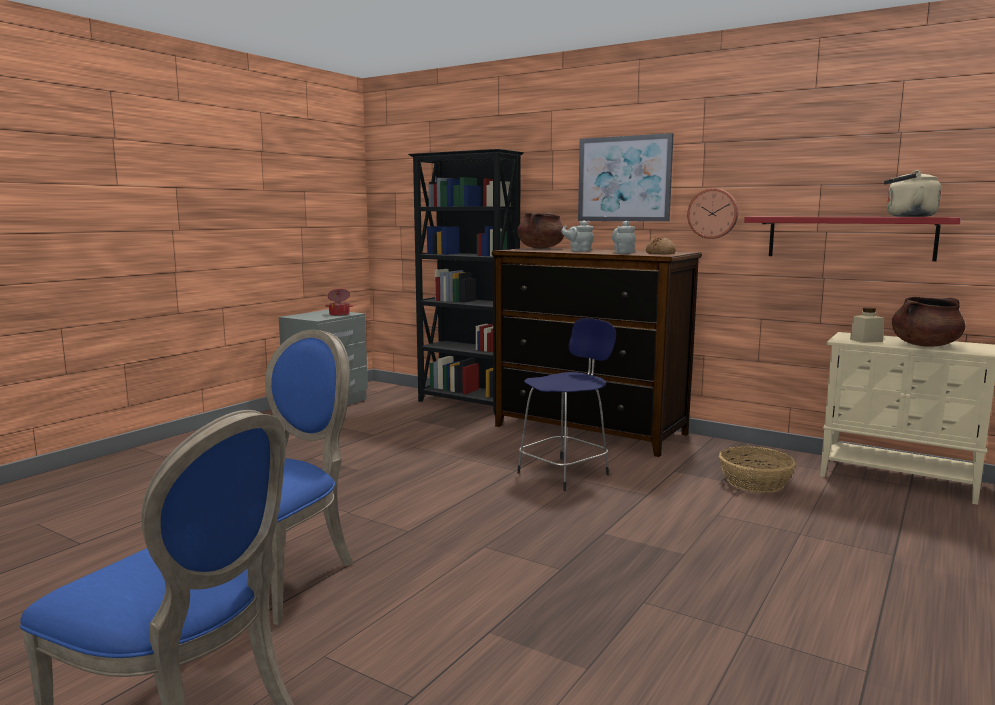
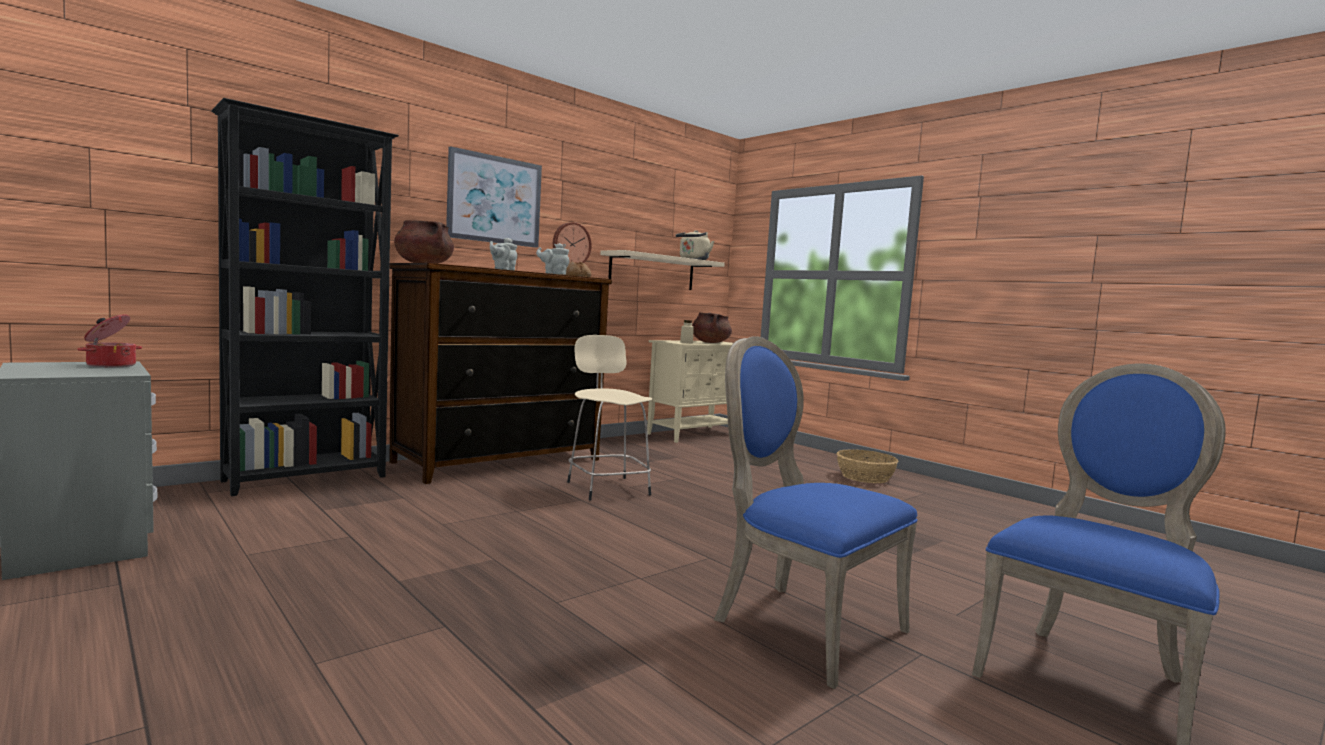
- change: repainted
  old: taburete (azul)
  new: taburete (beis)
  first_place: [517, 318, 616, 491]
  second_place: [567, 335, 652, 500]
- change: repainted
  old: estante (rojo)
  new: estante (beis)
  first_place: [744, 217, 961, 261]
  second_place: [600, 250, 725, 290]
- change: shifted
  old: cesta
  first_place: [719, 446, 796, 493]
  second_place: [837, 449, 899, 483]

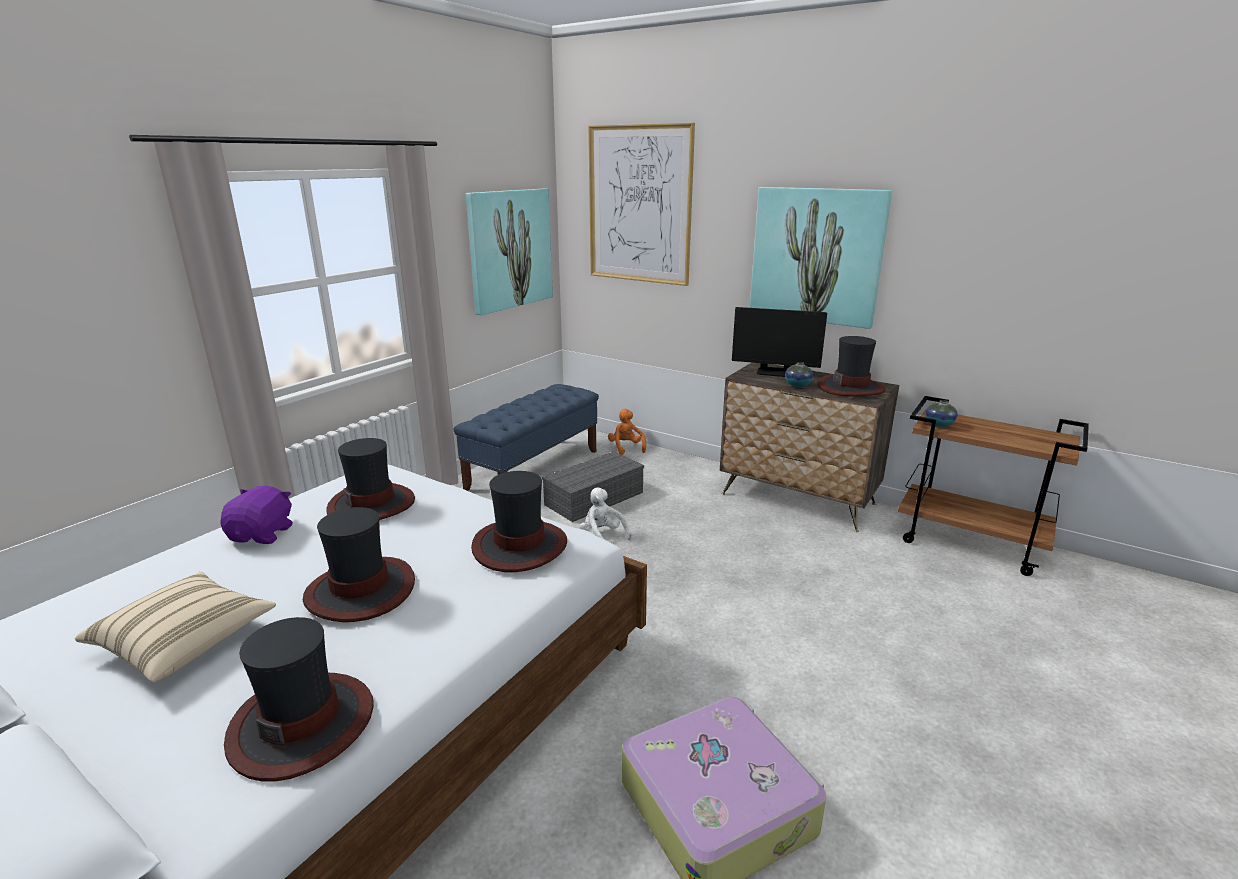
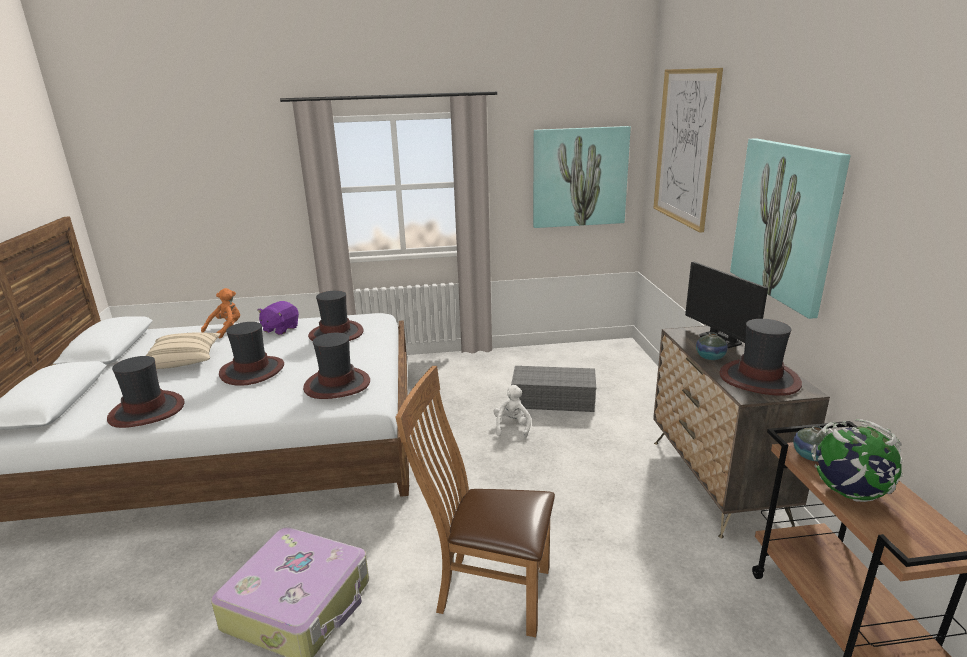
- change: shifted
  old: peluche (naranja)
  first_place: [608, 409, 646, 455]
  second_place: [201, 288, 240, 338]
- change: rotated
  old: peluche (morado)
  first_place: [220, 486, 293, 544]
  second_place: [257, 301, 299, 335]
  degrees: 150
- change: new
  new: silla (marrón)
  second_place: [395, 366, 555, 637]
- change: new
  new: globo terráqueo
  second_place: [811, 419, 903, 502]
- change: gone
  old: banco (azul)
  first_place: [453, 384, 599, 491]

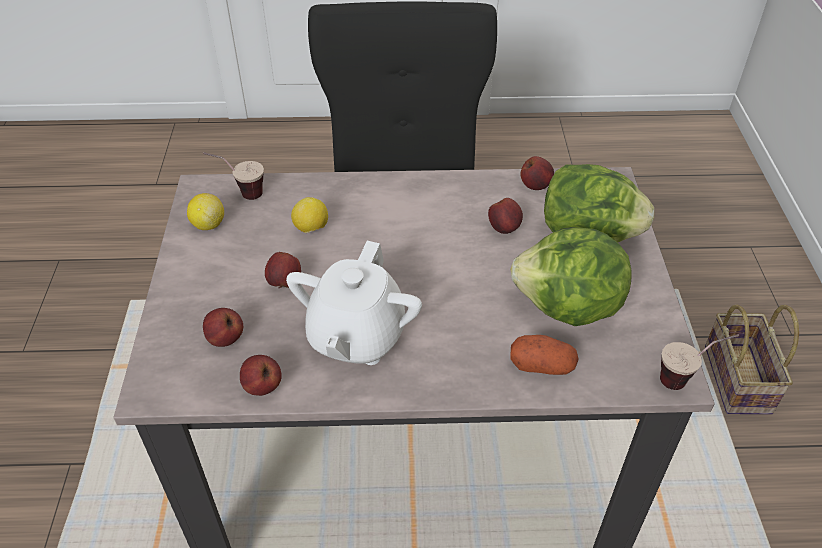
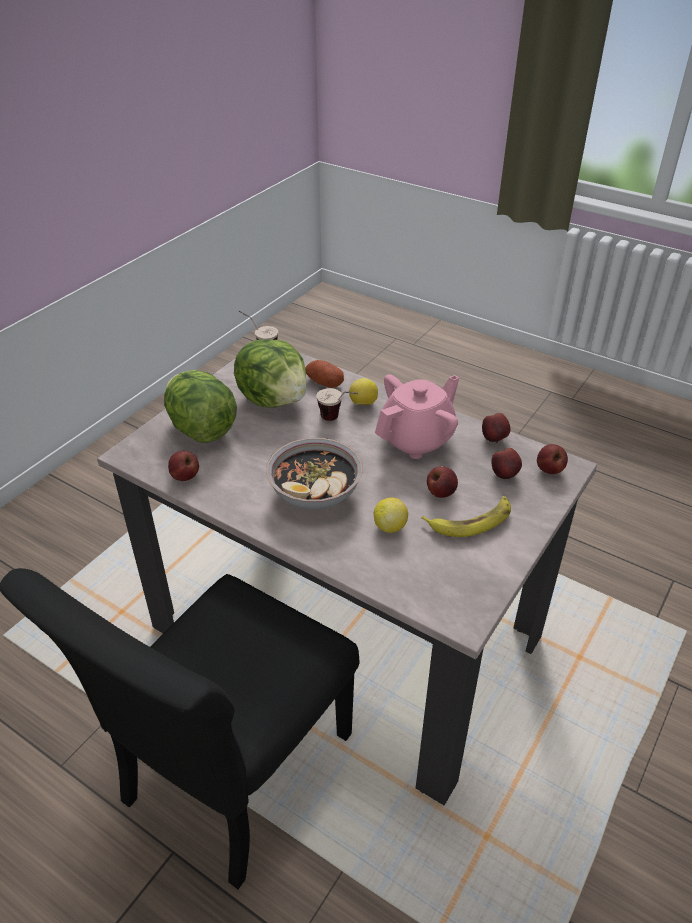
- change: new
  new: cuenco
  second_place: [266, 438, 363, 510]
- change: shifted
  old: taza
  first_place: [203, 152, 264, 200]
  second_place: [316, 388, 358, 421]
- change: shifted
  old: limón
  first_place: [187, 193, 224, 230]
  second_place: [349, 378, 378, 405]
- change: repainted
  old: tetera (blanco)
  new: tetera (rosa)
  first_place: [286, 241, 422, 365]
  second_place: [375, 374, 459, 459]
- change: new
  new: plátano
  second_place: [421, 496, 511, 537]
- change: shifted
  old: manzana
  first_place: [488, 198, 523, 234]
  second_place: [537, 444, 568, 474]
- change: gone
  old: cesta
  first_place: [705, 304, 799, 414]

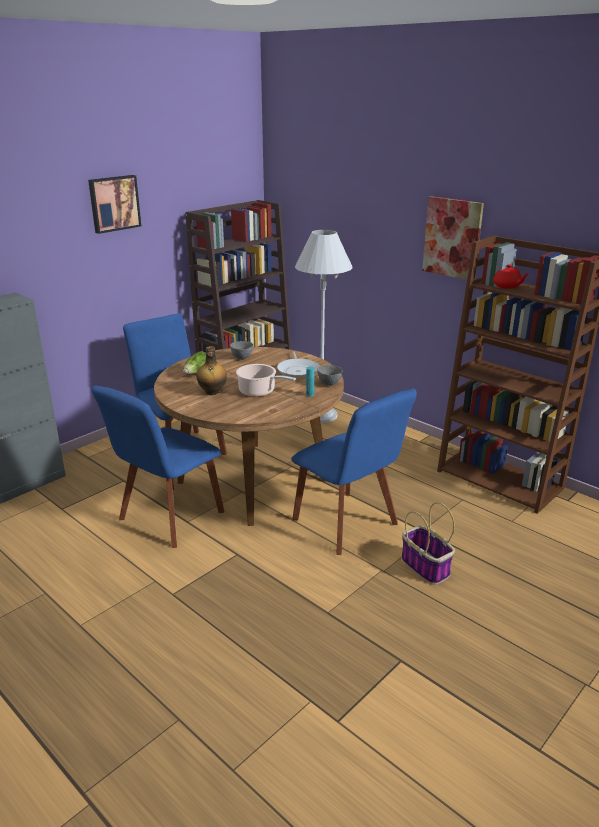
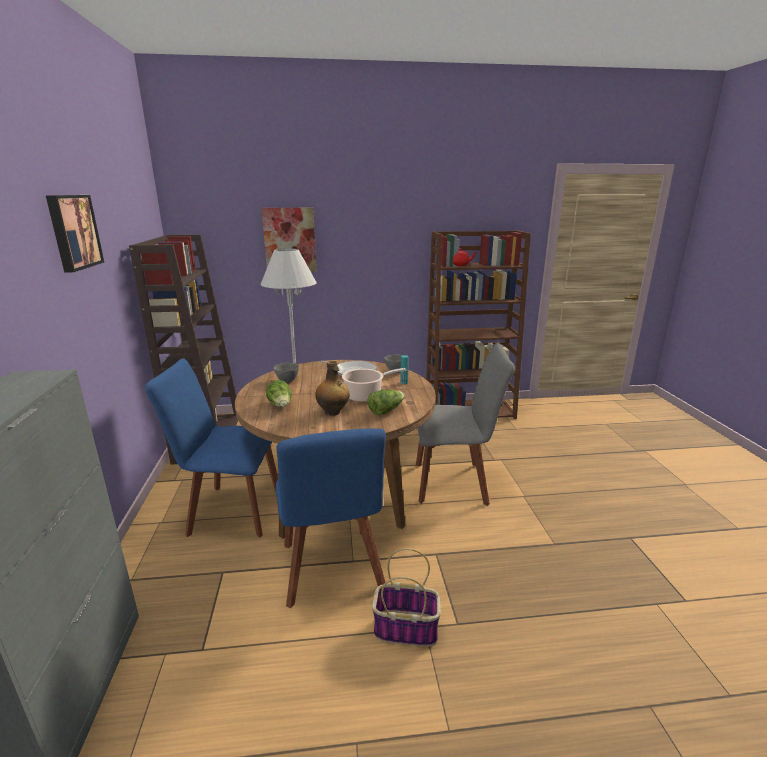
- change: shifted
  old: cuadro
  first_place: [422, 196, 484, 280]
  second_place: [261, 208, 316, 272]
- change: new
  new: lechuga
  second_place: [368, 390, 405, 415]
- change: shifted
  old: cesta
  first_place: [401, 502, 455, 585]
  second_place: [372, 548, 441, 647]
- change: repainted
  old: silla (azul)
  new: silla (gris)
  first_place: [291, 388, 417, 555]
  second_place: [416, 343, 515, 506]

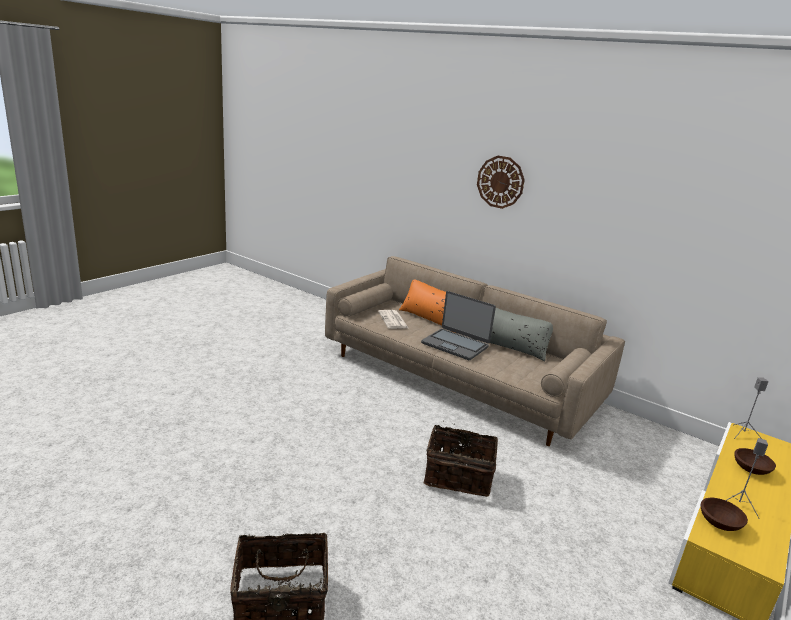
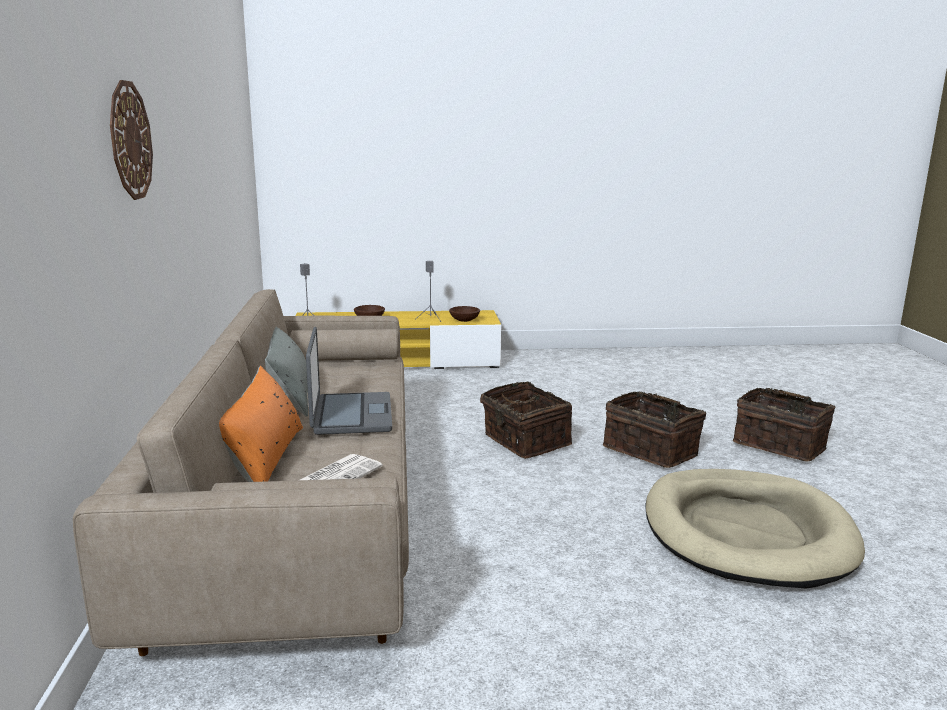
- change: new
  new: cesta
  second_place: [602, 392, 706, 468]
- change: new
  new: cama para perro (beis)
  second_place: [646, 469, 865, 588]

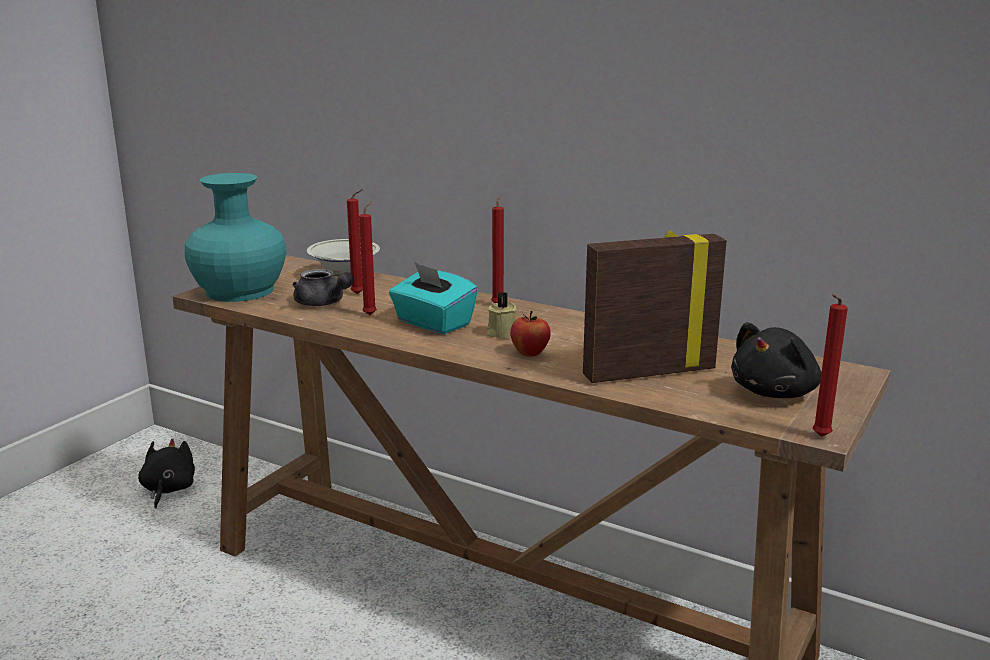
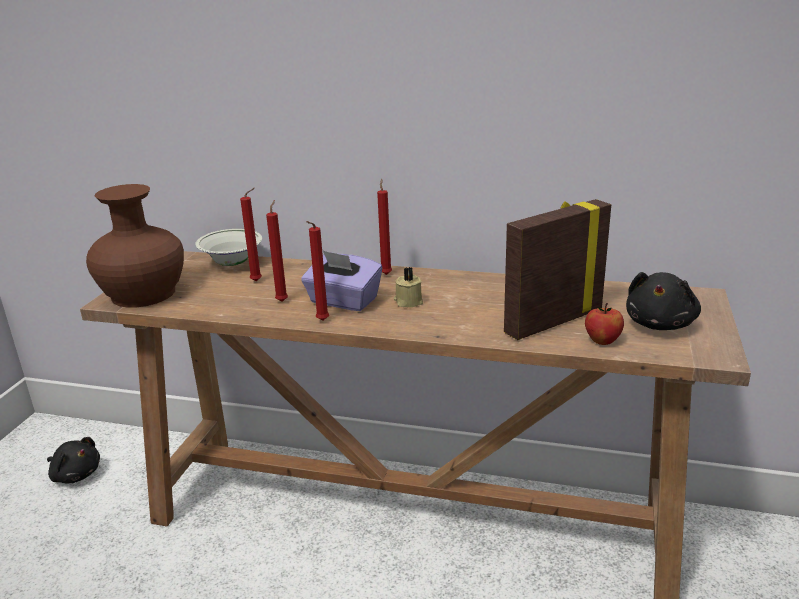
- change: rotated
  old: peluche (negro)
  first_place: [138, 438, 195, 509]
  second_place: [47, 437, 100, 483]
  degrees: 135
- change: repainted
  old: florero (turquesa)
  new: florero (marrón)
  first_place: [185, 173, 286, 302]
  second_place: [86, 184, 184, 307]
- change: repainted
  old: caja de pañuelos (turquesa)
  new: caja de pañuelos (morado)
  first_place: [389, 262, 478, 334]
  second_place: [301, 251, 382, 311]
- change: shifted
  old: vela (rojo)
  first_place: [812, 294, 848, 437]
  second_place: [306, 221, 329, 321]
- change: shifted
  old: manzana
  first_place: [510, 311, 551, 357]
  second_place: [585, 303, 624, 345]
- change: gone
  old: tetera (gris)
  first_place: [292, 269, 354, 306]

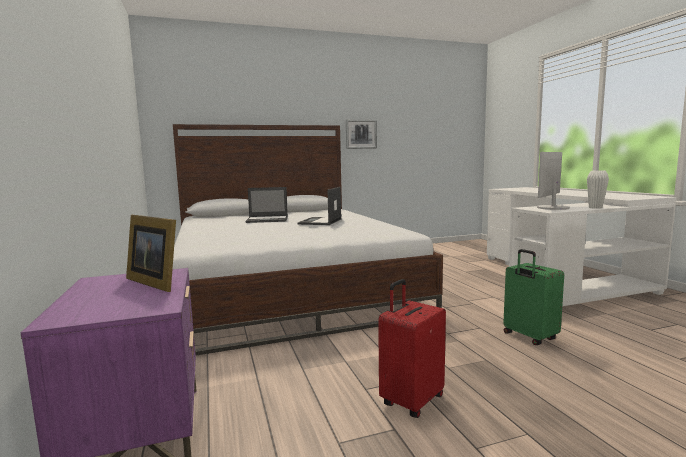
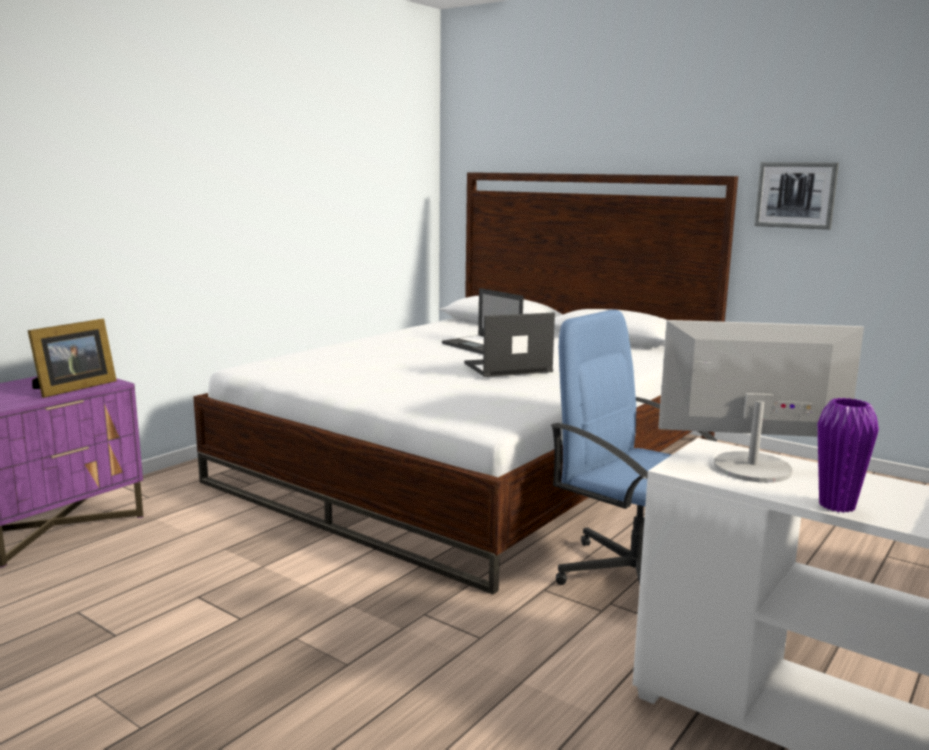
- change: rotated
  old: portarretratos
  first_place: [126, 215, 176, 292]
  second_place: [28, 319, 117, 398]
  degrees: -150
- change: new
  new: silla de oficina (azul)
  second_place: [550, 309, 717, 585]
- change: repainted
  old: florero (blanco)
  new: florero (morado)
  first_place: [587, 171, 609, 209]
  second_place: [818, 398, 879, 513]
- change: gone
  old: maleta (rojo)
  first_place: [378, 279, 446, 418]
- change: gone
  old: maleta (verde)
  first_place: [503, 249, 564, 345]

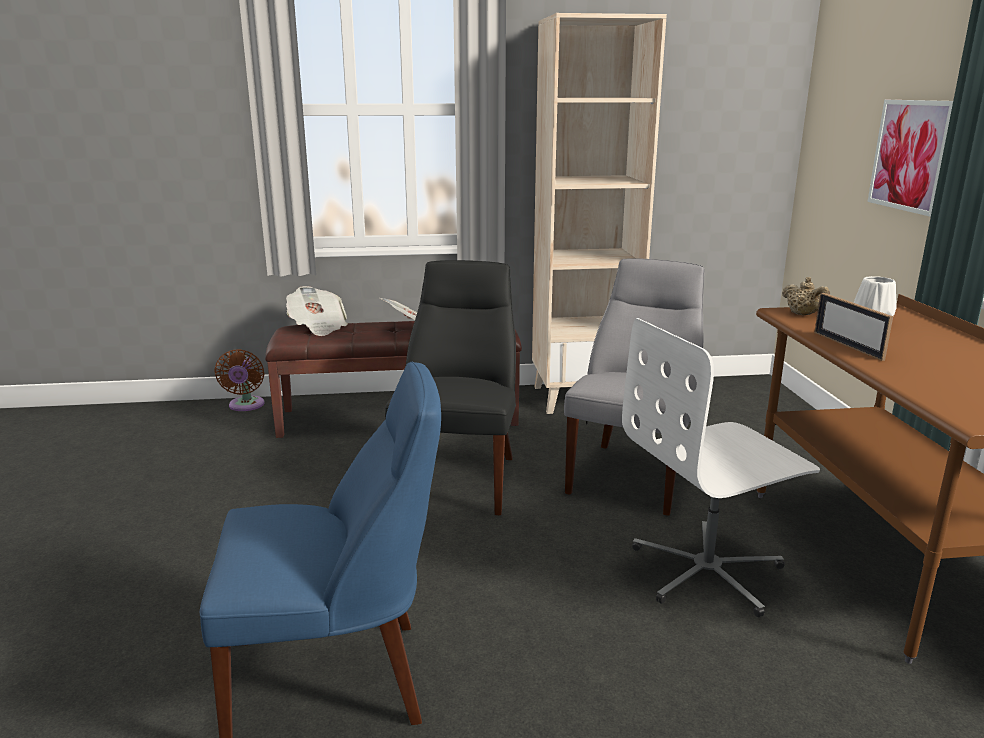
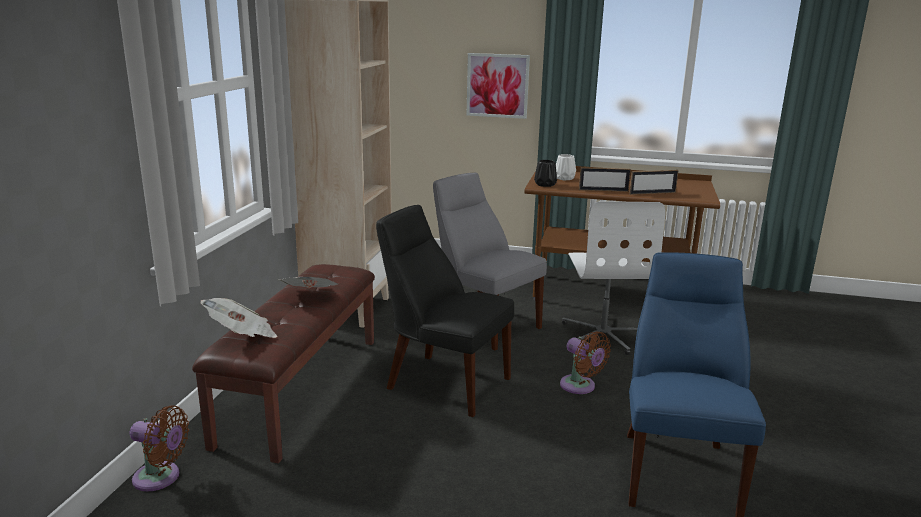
- change: swapped
  old: tetera (beis)
  new: florero (negro)
  first_place: [782, 277, 830, 315]
  second_place: [534, 160, 557, 187]
- change: new
  new: ventilador (marrón)
  second_place: [560, 331, 611, 394]
- change: new
  new: portarretratos
  second_place: [629, 170, 679, 195]

